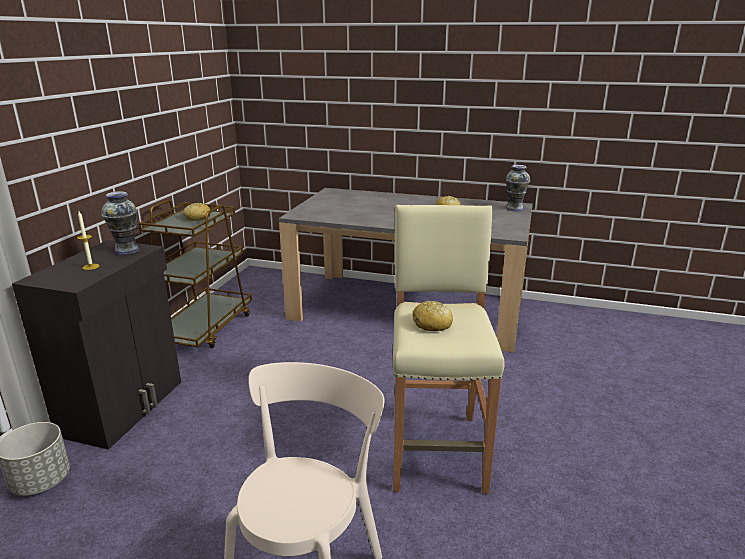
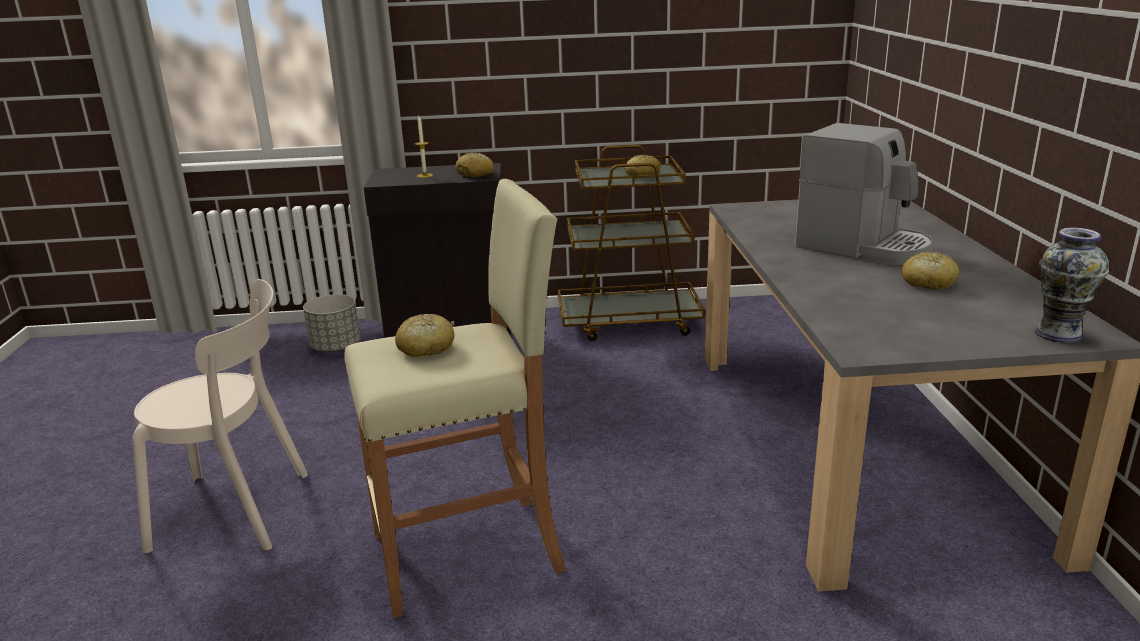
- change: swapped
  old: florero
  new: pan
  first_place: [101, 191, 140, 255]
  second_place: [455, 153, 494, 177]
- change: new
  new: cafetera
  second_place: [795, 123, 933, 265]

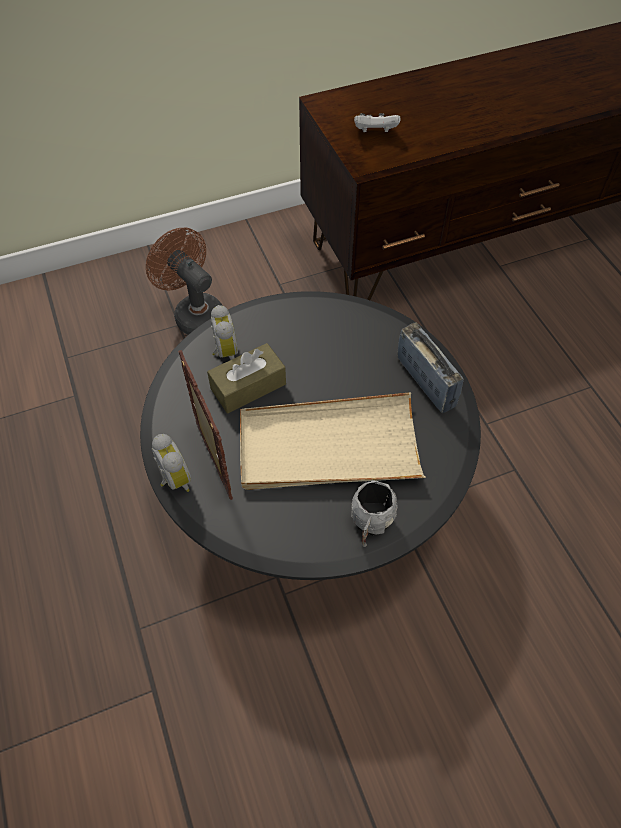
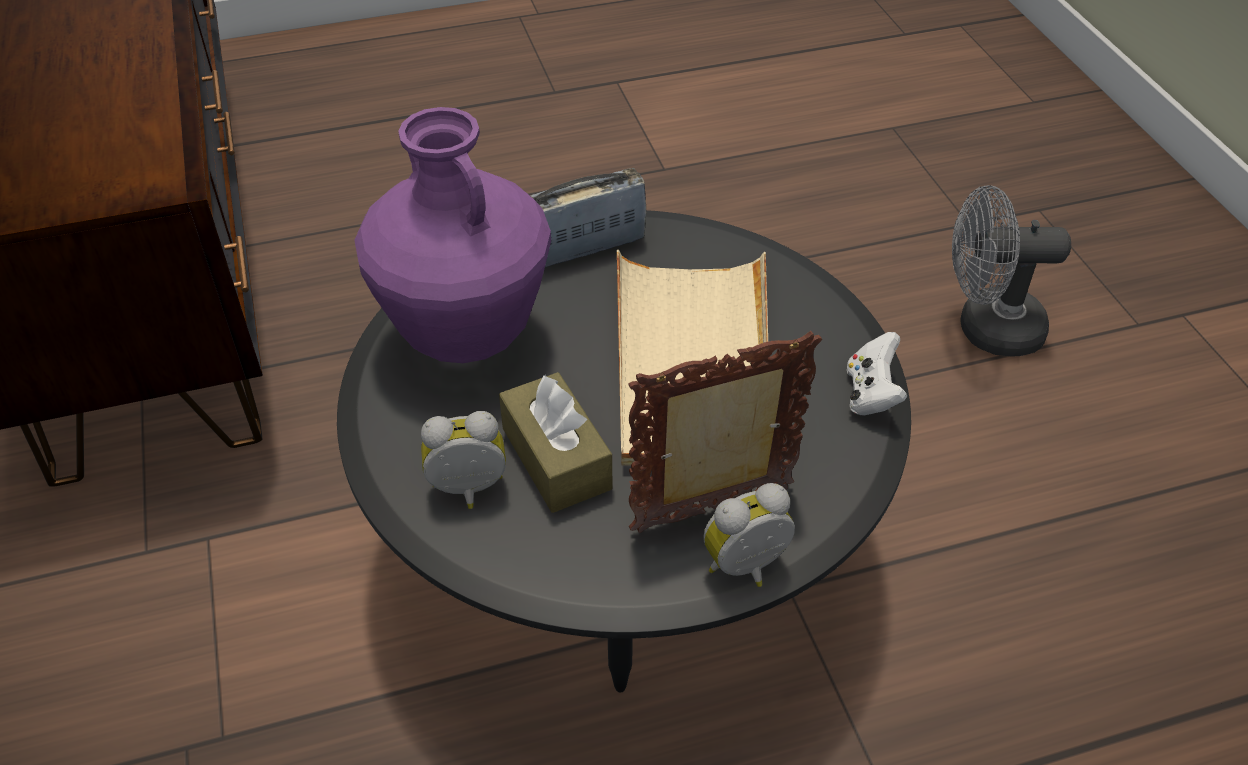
- change: new
  new: florero (morado)
  second_place: [354, 107, 551, 363]
- change: shifted
  old: mando de consola (blanco)
  first_place: [354, 113, 400, 132]
  second_place: [847, 332, 907, 415]
- change: new
  new: ventilador (gris)
  second_place: [952, 185, 1071, 357]
- change: gone
  old: ventilador (marrón)
  first_place: [146, 228, 223, 335]
- change: gone
  old: taza grande (gris)
  first_place: [351, 480, 398, 547]

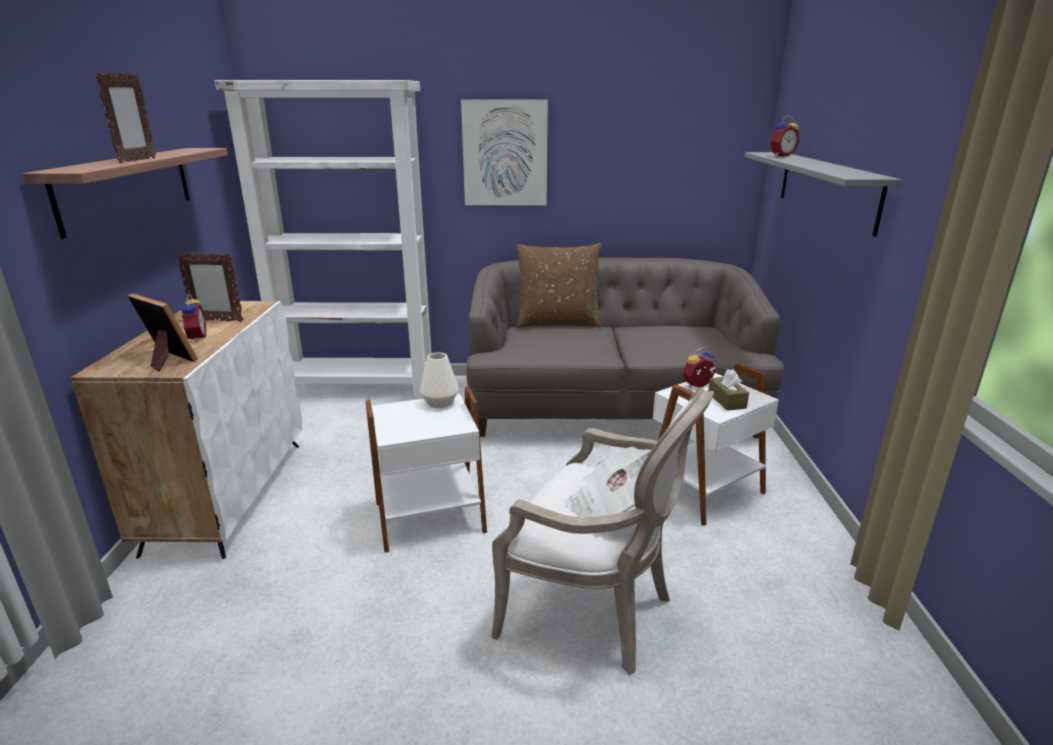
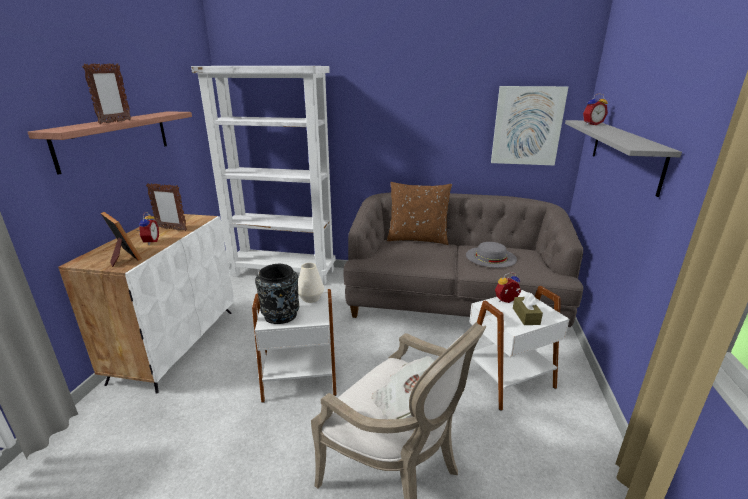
- change: new
  new: florero (negro)
  second_place: [255, 264, 299, 324]
- change: new
  new: sombrero (gris)
  second_place: [466, 242, 517, 268]
- change: shifted
  old: cuadro
  first_place: [461, 99, 548, 205]
  second_place: [491, 86, 568, 165]

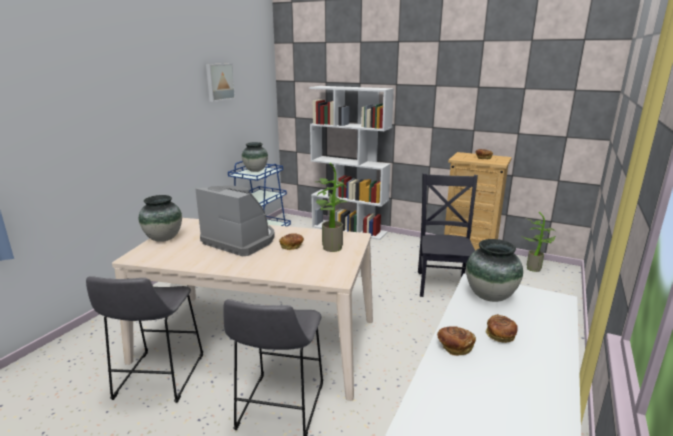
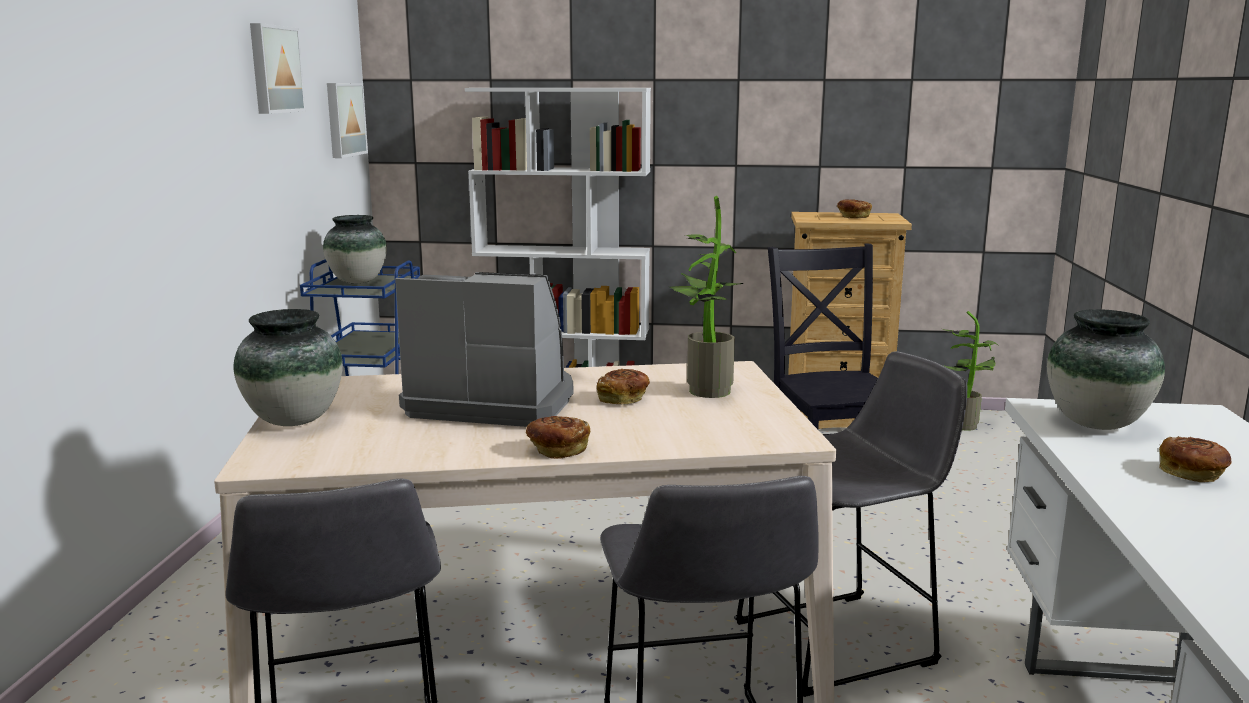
- change: new
  new: cuadro
  second_place: [327, 83, 368, 158]
- change: shifted
  old: pan
  first_place: [437, 326, 476, 356]
  second_place: [526, 416, 590, 459]
- change: new
  new: taburete (gris)
  second_place: [734, 351, 967, 697]

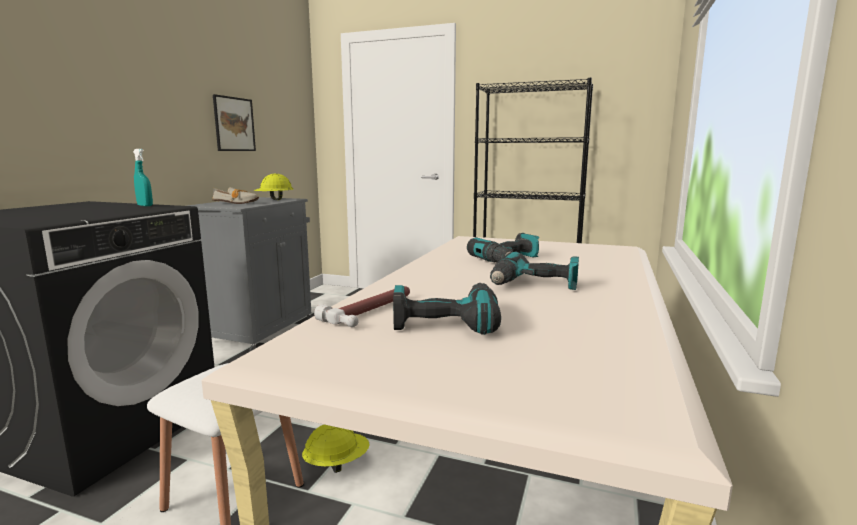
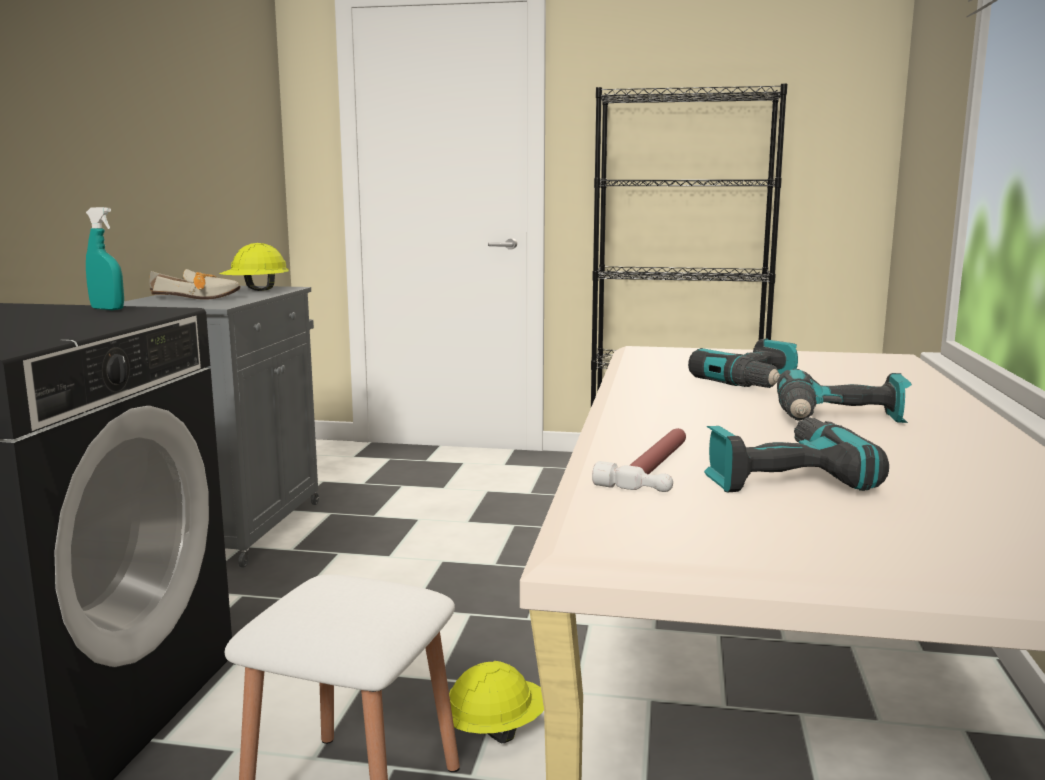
- change: gone
  old: cuadro
  first_place: [213, 94, 256, 151]

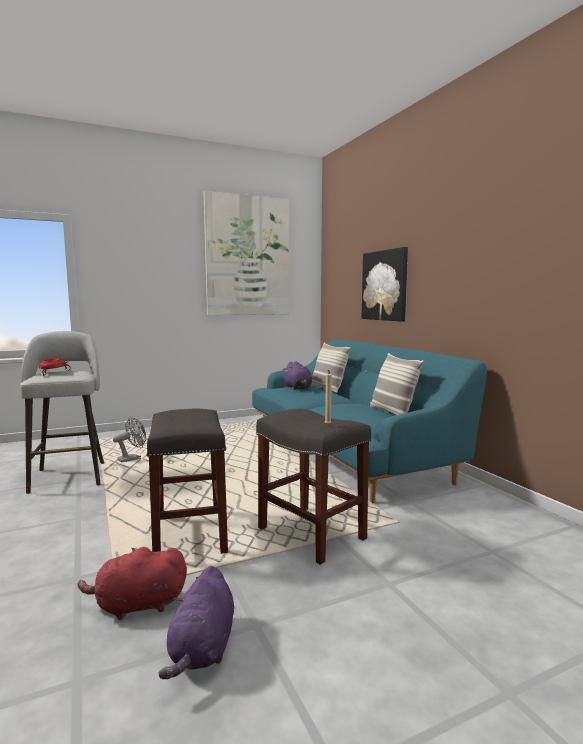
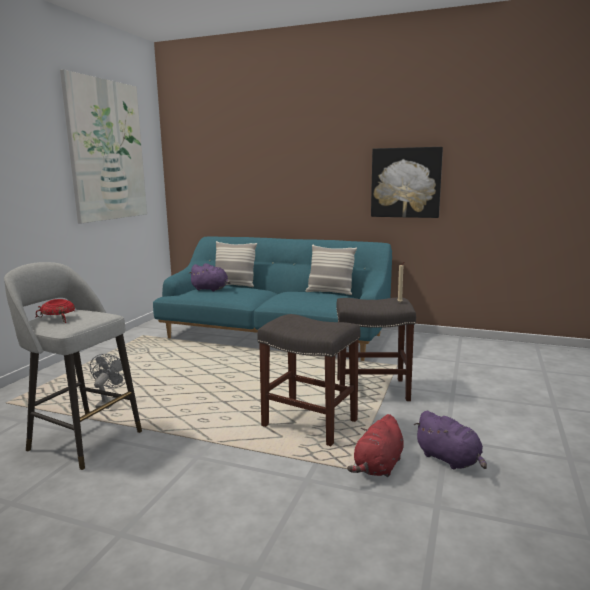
- change: shifted
  old: cuadro
  first_place: [362, 247, 408, 321]
  second_place: [371, 147, 443, 218]

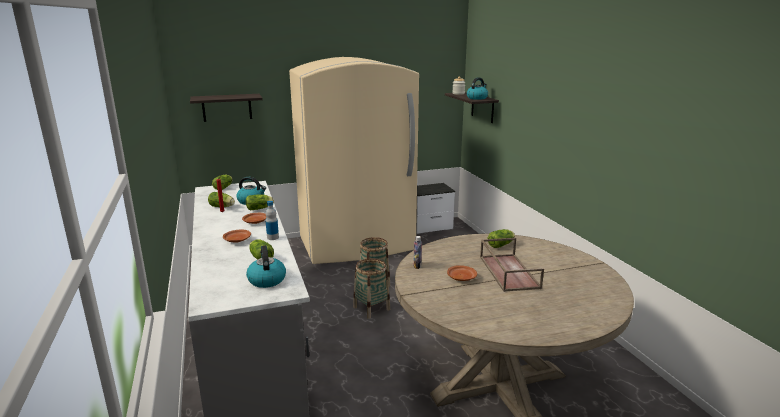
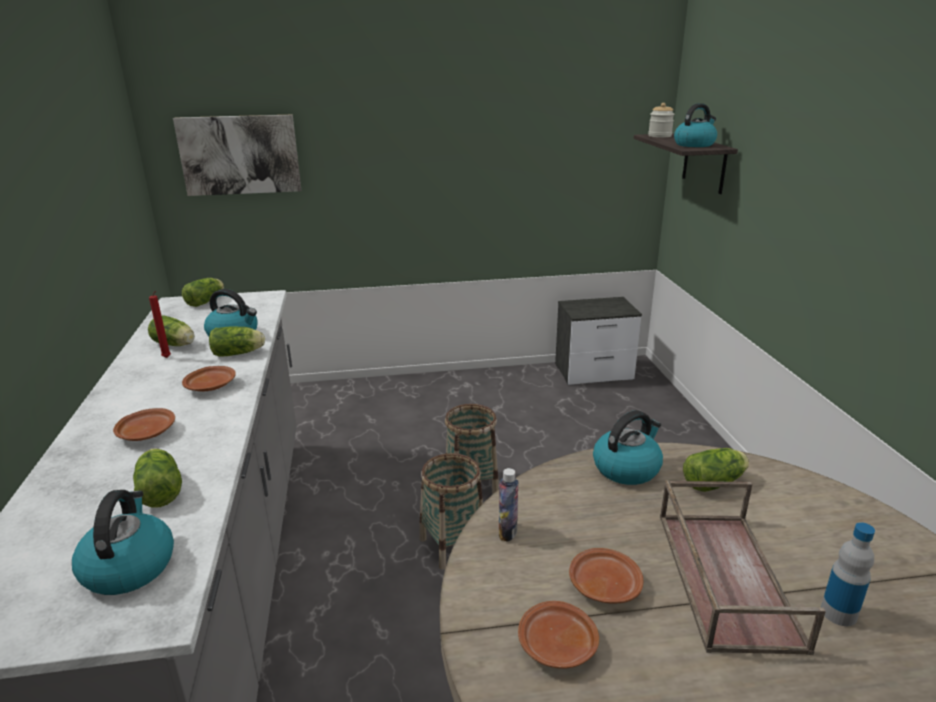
- change: swapped
  old: estante
  new: cuadro
  first_place: [190, 94, 263, 122]
  second_place: [173, 114, 301, 196]
- change: new
  new: plato (marrón)
  second_place: [518, 601, 599, 669]
- change: new
  new: hervidor
  second_place: [593, 410, 663, 485]
- change: shifted
  old: botella
  first_place: [266, 201, 279, 240]
  second_place: [821, 522, 875, 626]
- change: gone
  old: nevera (beis)
  first_place: [289, 57, 419, 264]

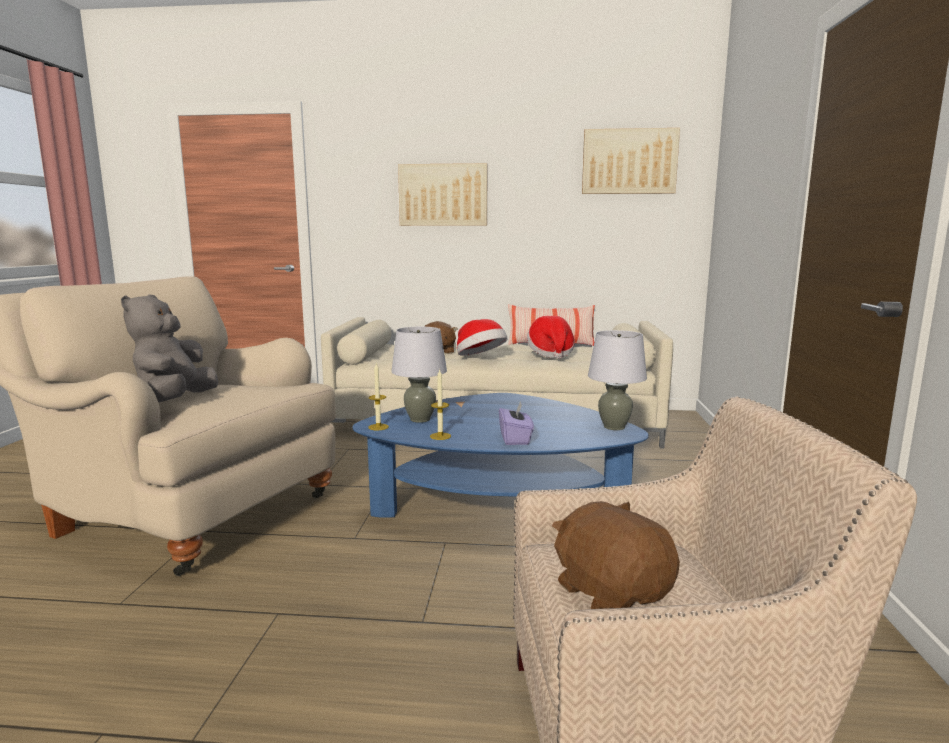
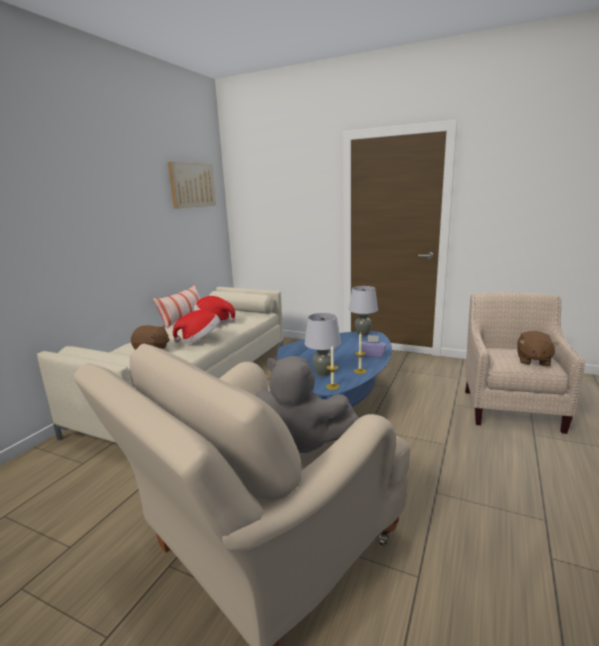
- change: rotated
  old: peluche (marrón)
  first_place: [552, 501, 680, 609]
  second_place: [517, 331, 558, 367]
  degrees: -60
- change: gone
  old: cuadro
  first_place: [398, 163, 487, 226]

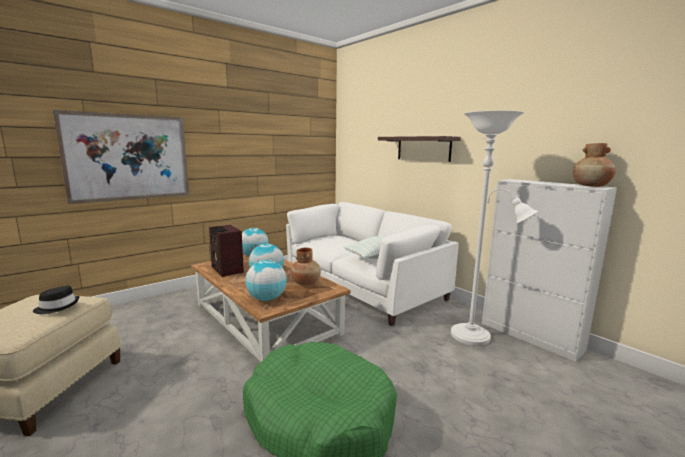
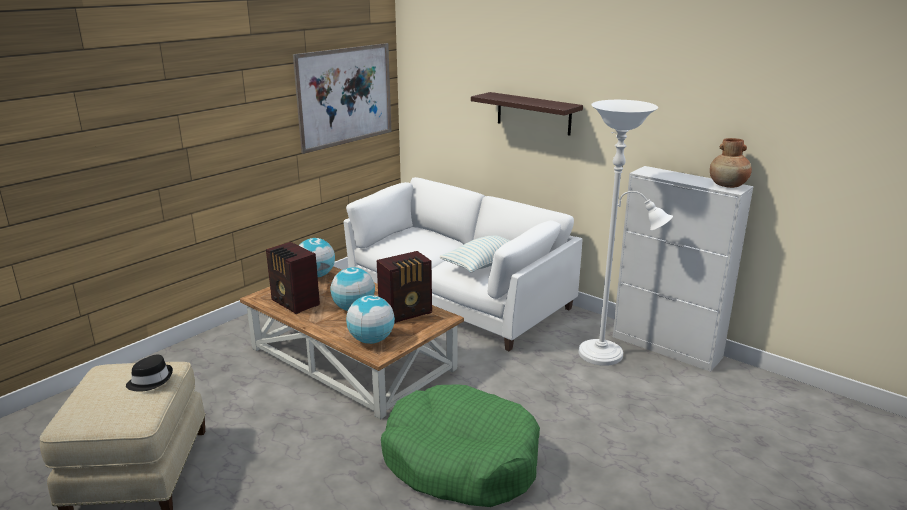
- change: shifted
  old: cuadro
  first_place: [53, 110, 189, 204]
  second_place: [293, 43, 391, 154]
- change: swapped
  old: florero (marrón)
  new: radio
  first_place: [291, 248, 321, 285]
  second_place: [377, 251, 432, 323]

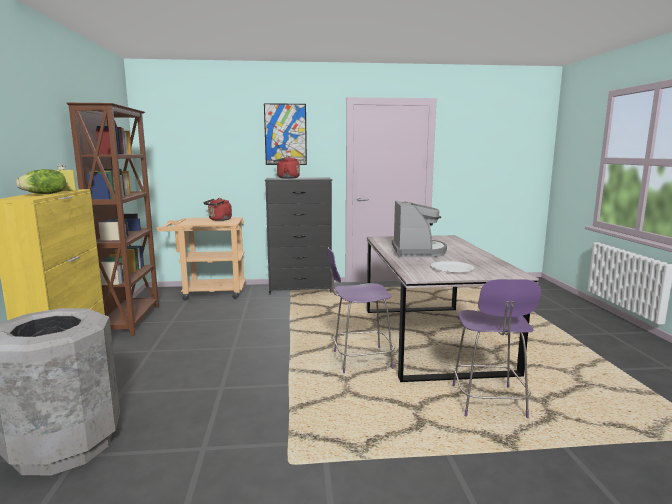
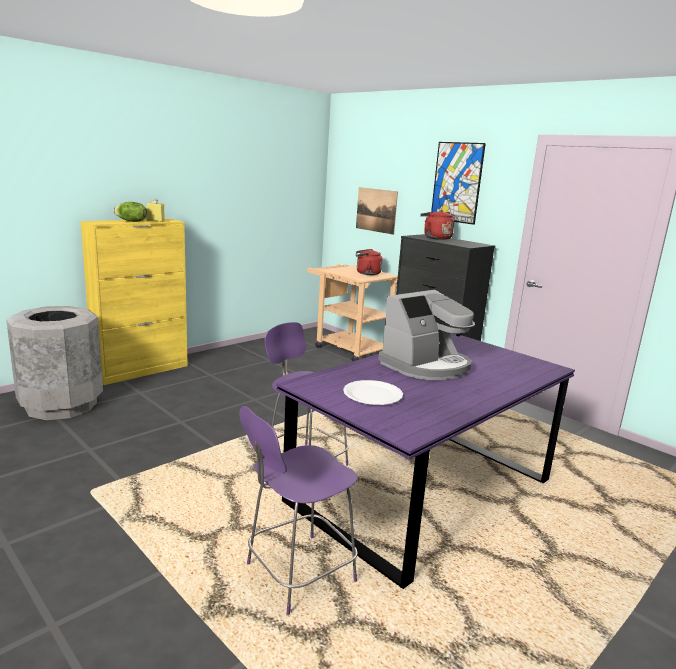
- change: repainted
  old: mesa de comedor (gris)
  new: mesa de comedor (morado)
  first_place: [367, 235, 539, 382]
  second_place: [276, 333, 575, 589]
- change: new
  new: cuadro
  second_place: [356, 187, 398, 235]
- change: gone
  old: estantería (marrón)
  first_place: [67, 103, 159, 336]

